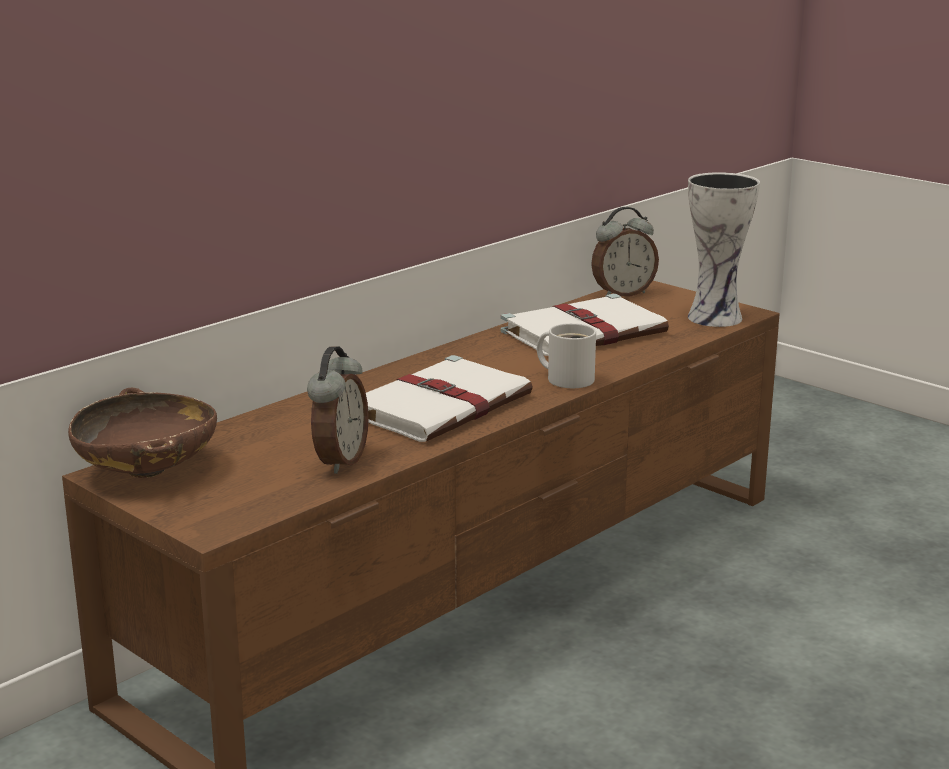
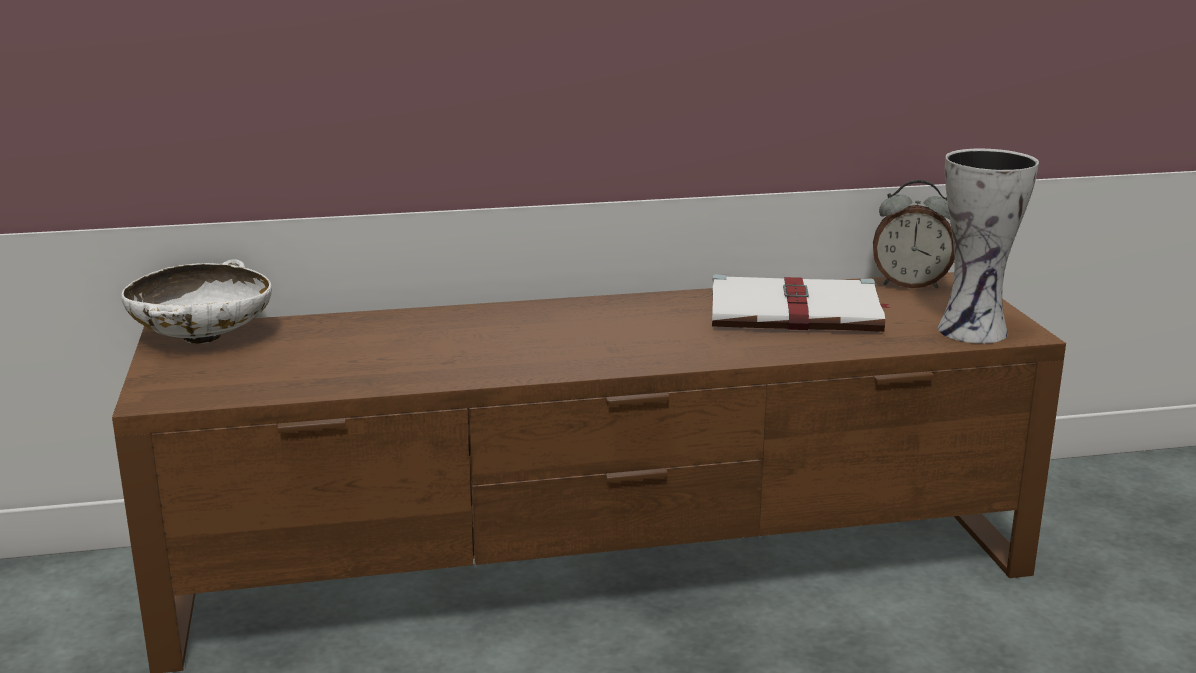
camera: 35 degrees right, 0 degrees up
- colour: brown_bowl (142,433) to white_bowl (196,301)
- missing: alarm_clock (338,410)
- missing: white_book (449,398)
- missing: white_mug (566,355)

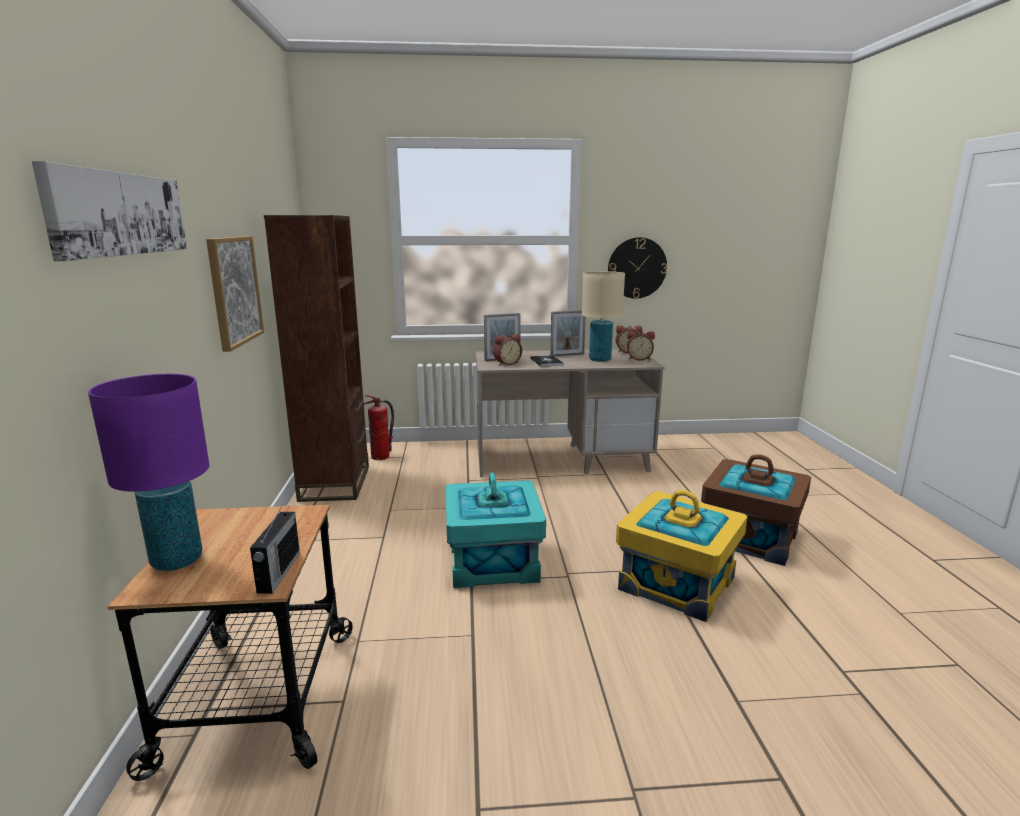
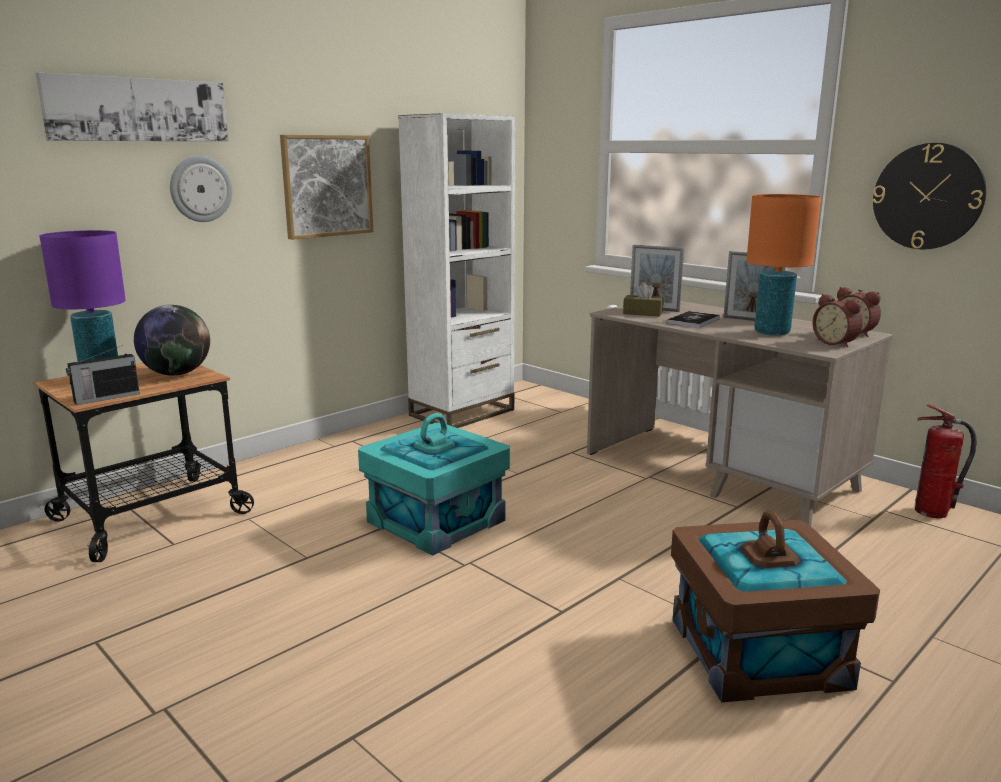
camera: 50 degrees right, 0 degrees up
- appeared: globe (172,340)
- appeared: wall_clock (201,189)
- colour: brown_bookcase (316,358) to white_bookcase (456,270)
- exchanged: alarm_clock (507,350) to brown_tissue_box (643,299)
- colour: beige_table_lamp (603,316) to orange_table_lamp (783,265)
- relocated: fire_extinguisher (379,427) to (946,461)
- missing: yellow_storage_box (682,556)

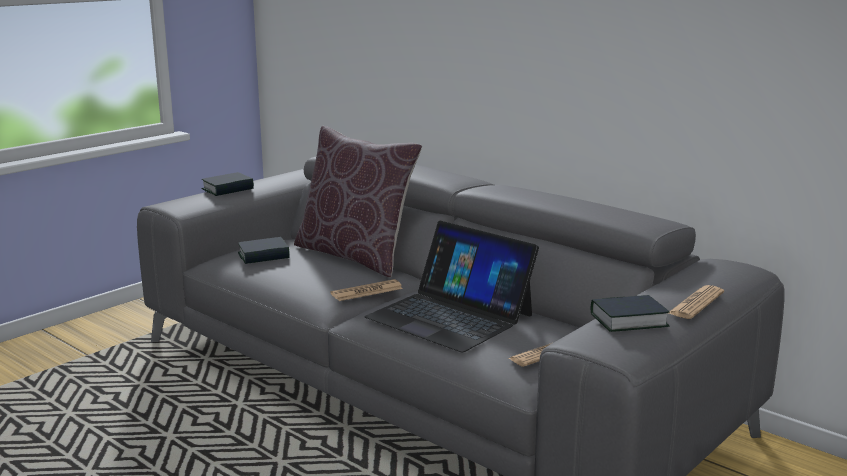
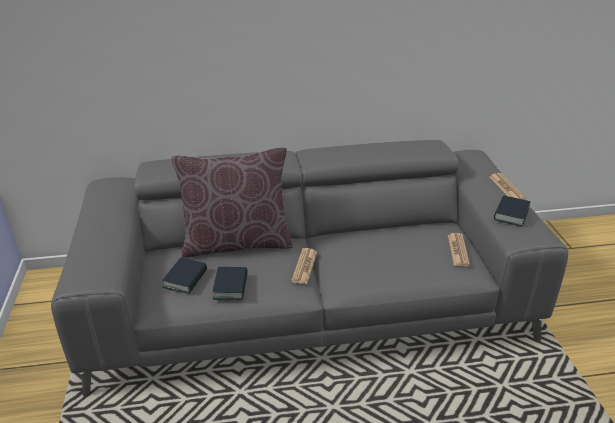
camera: 50 degrees left, 15 degrees up
- relocated: book (227,184) to (230,283)
- missing: laptop (451,286)

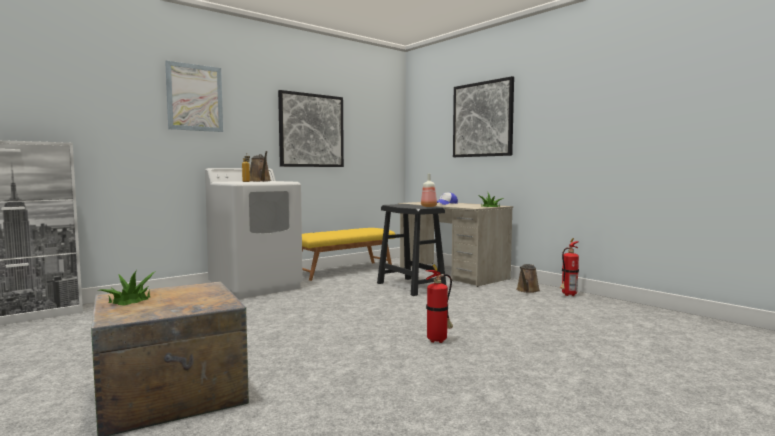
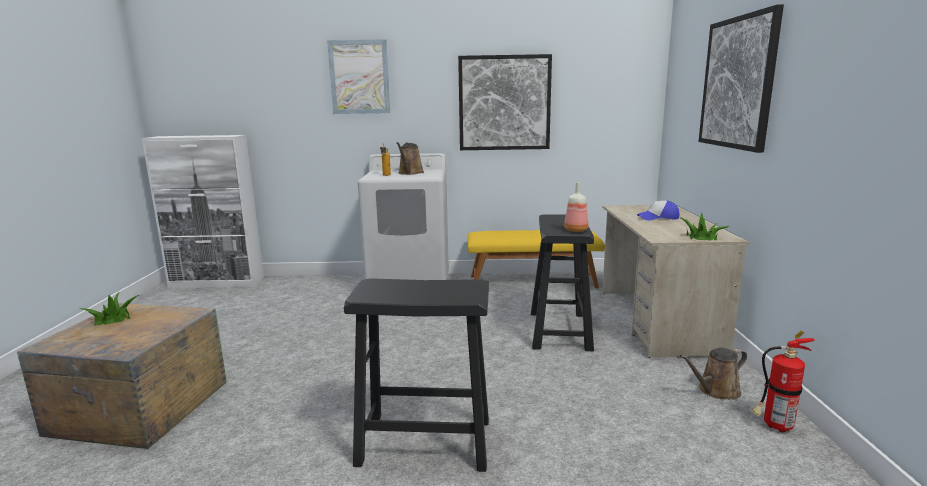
camera: 40 degrees right, 10 degrees up
- exchanged: fire_extinguisher (439,303) to black_stool (416,375)

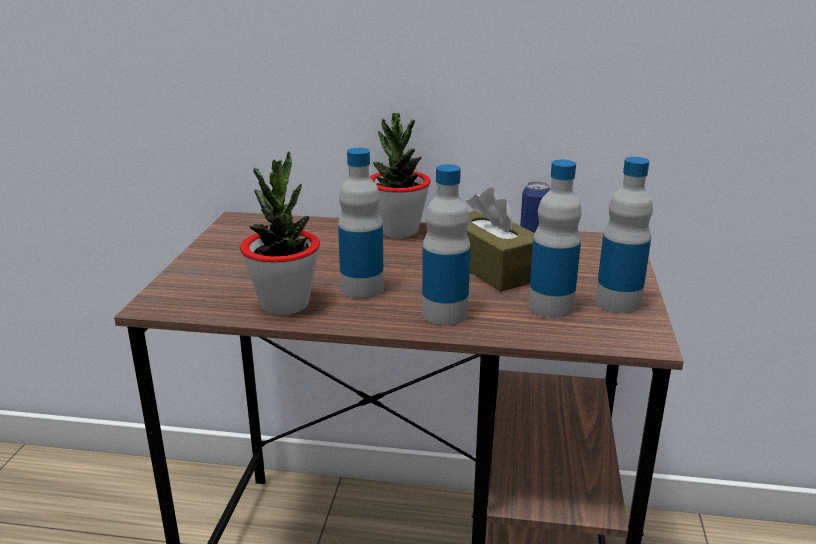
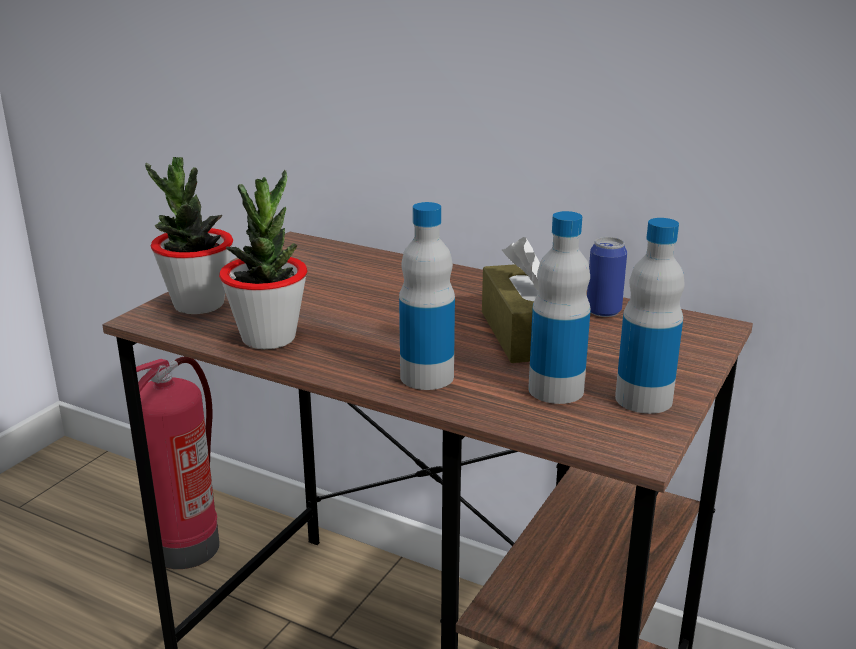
camera: 20 degrees right, 0 degrees up
- appeared: fire_extinguisher (178,462)
- relocated: potted_plant (400,175) to (189,235)
- missing: bottle (361,223)

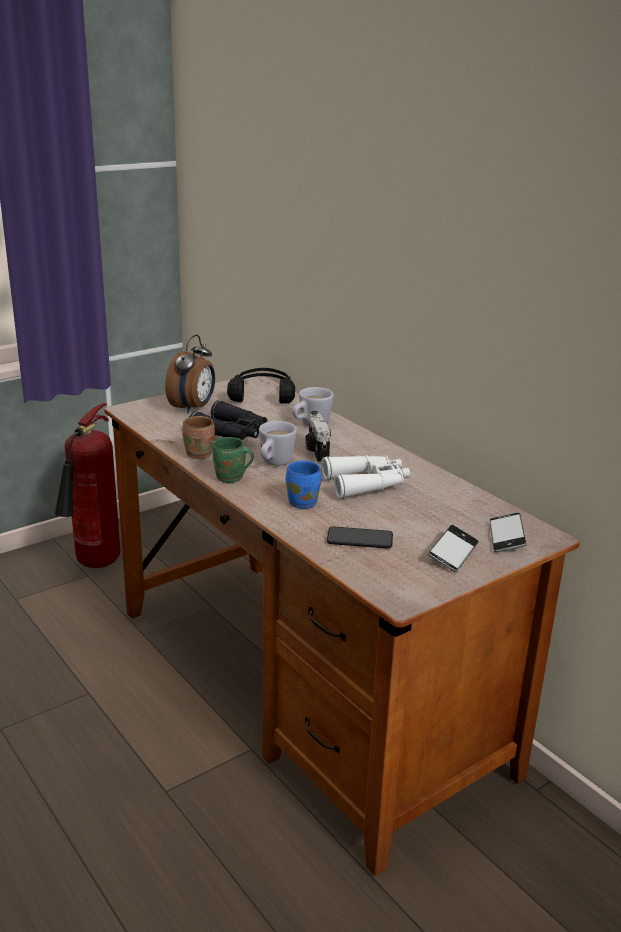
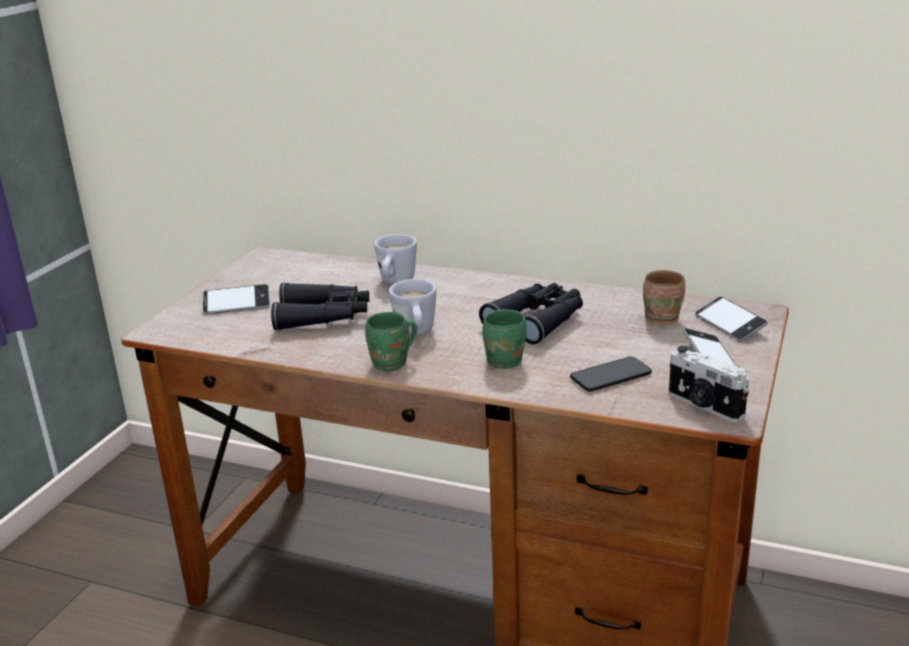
camera: 30 degrees left, 0 degrees up
- exchanged: alarm_clock (190,374) to phone (236,299)
- colour: white_binoculars (365,477) to black_binoculars (531,313)
- colour: blue_mug (304,485) to green_mug (504,339)
- relocated: brown_mug (198,437) to (664,297)
- relocated: photo_camera (318,437) to (709,384)
- missing: fire_extinguisher (87,485)
- missing: black_headphones (261,386)

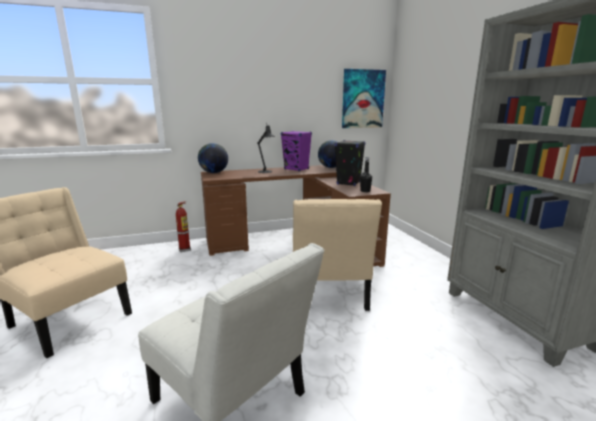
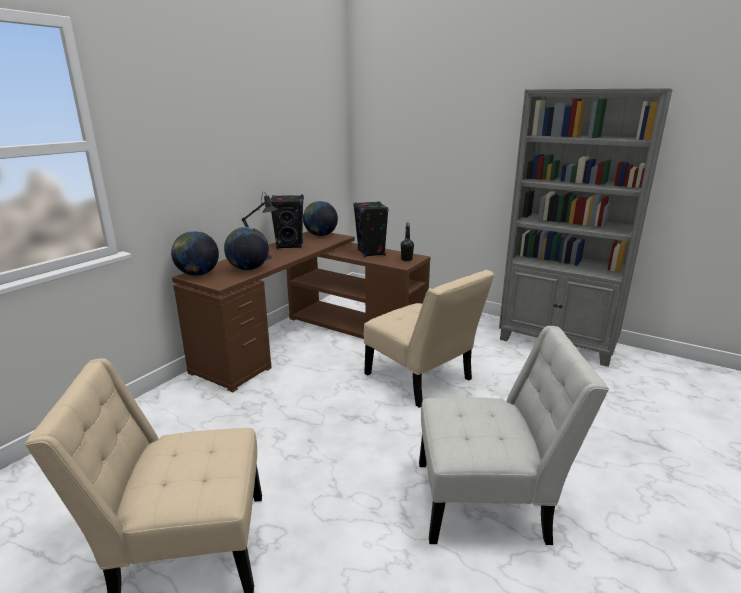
camera: 40 degrees left, 5 degrees up
- appeared: globe (246,248)
- colour: purple_speaker (296,151) to black_speaker (287,222)
- missing: fire_extinguisher (183,226)
- missing: picture (364,98)

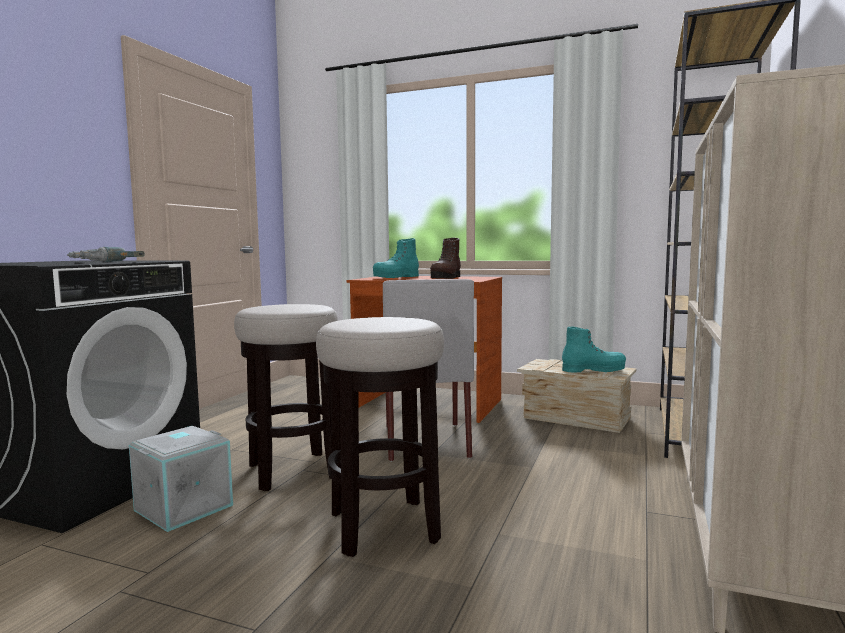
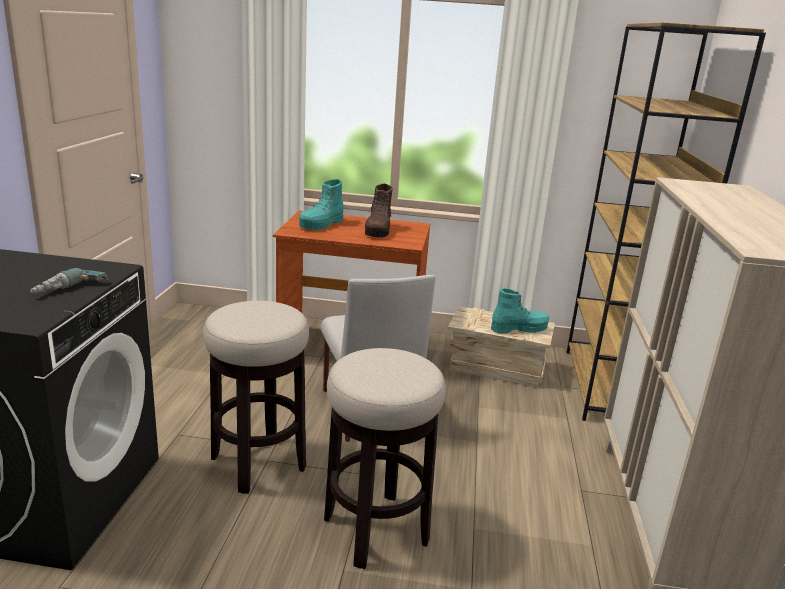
camera: 15 degrees left, 15 degrees up
- missing: grey_storage_box (181,479)

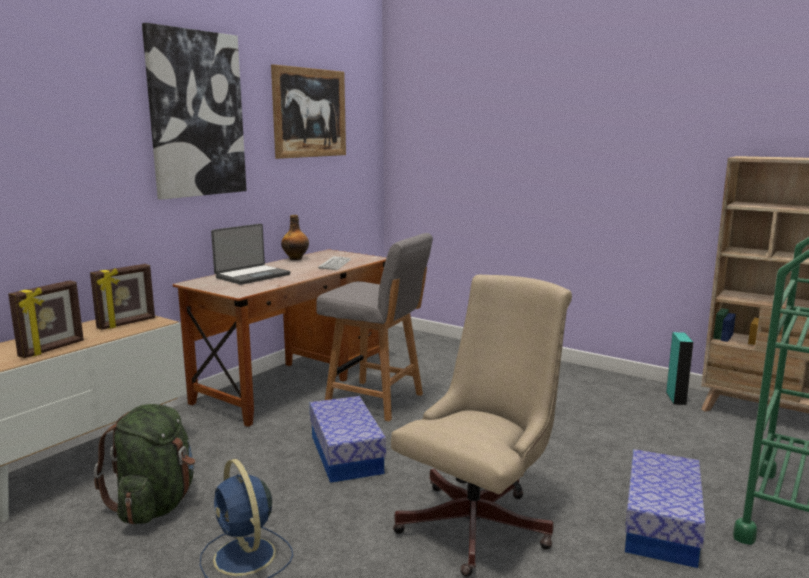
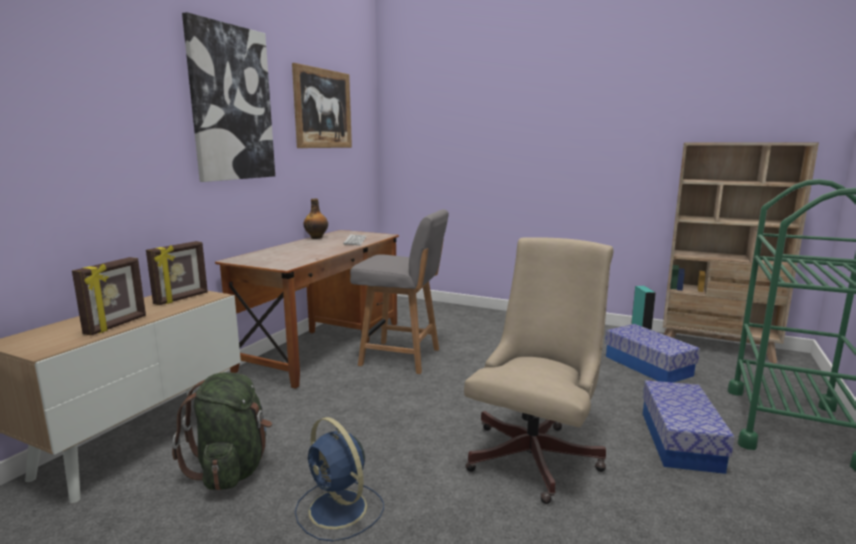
camera: 10 degrees left, 0 degrees up
- relocated: storage_box (347,439) to (652,353)
- missing: laptop (250,254)

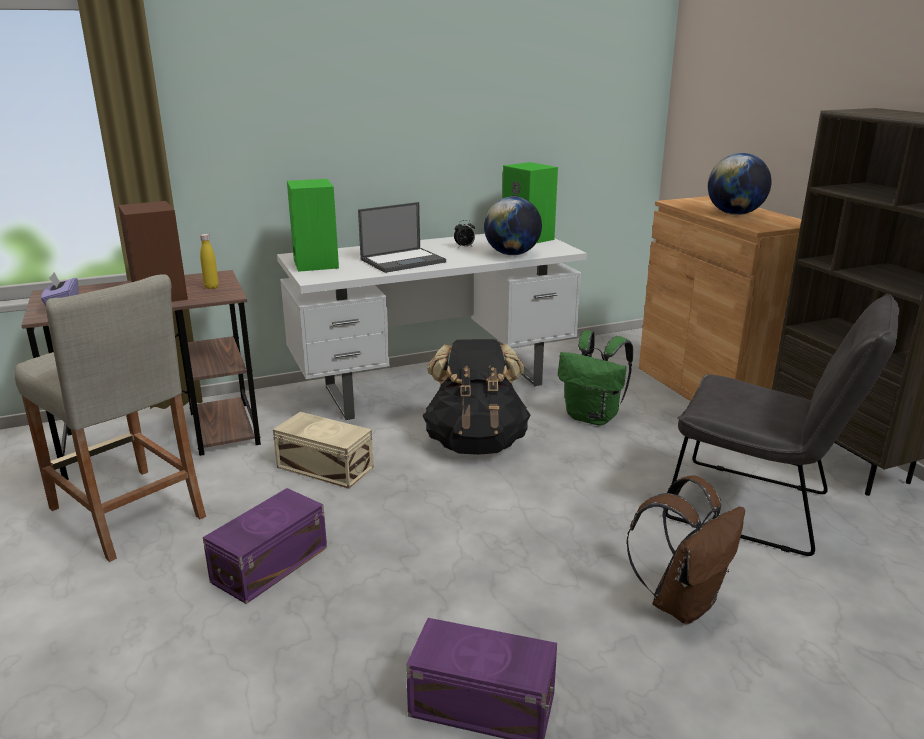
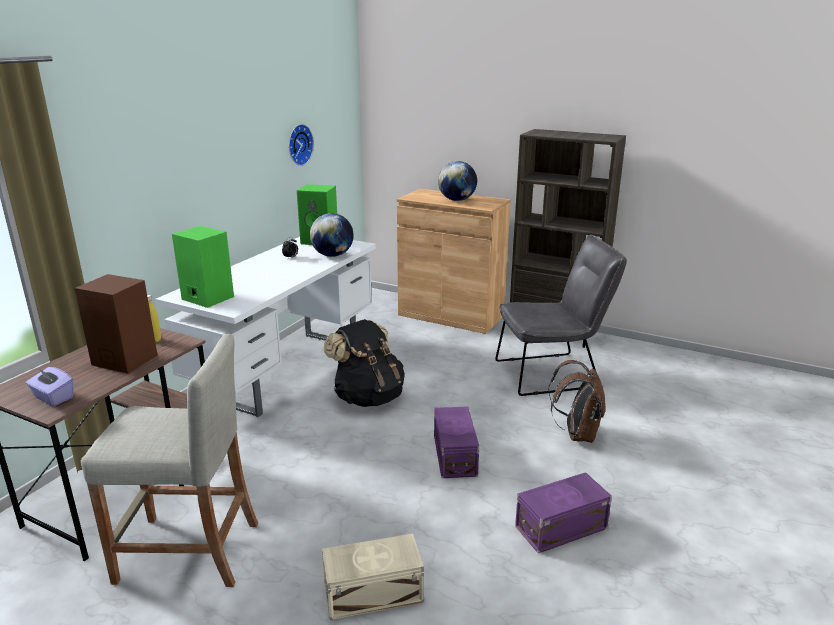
camera: 40 degrees left, 0 degrees up
- appeared: wall_clock (301,145)
- relocated: beige_storage_box (323,450) to (373,577)
- relocated: purple_storage_box (265,546) to (456,442)
- missing: laptop (402,237)
- missing: green_backpack (595,377)

